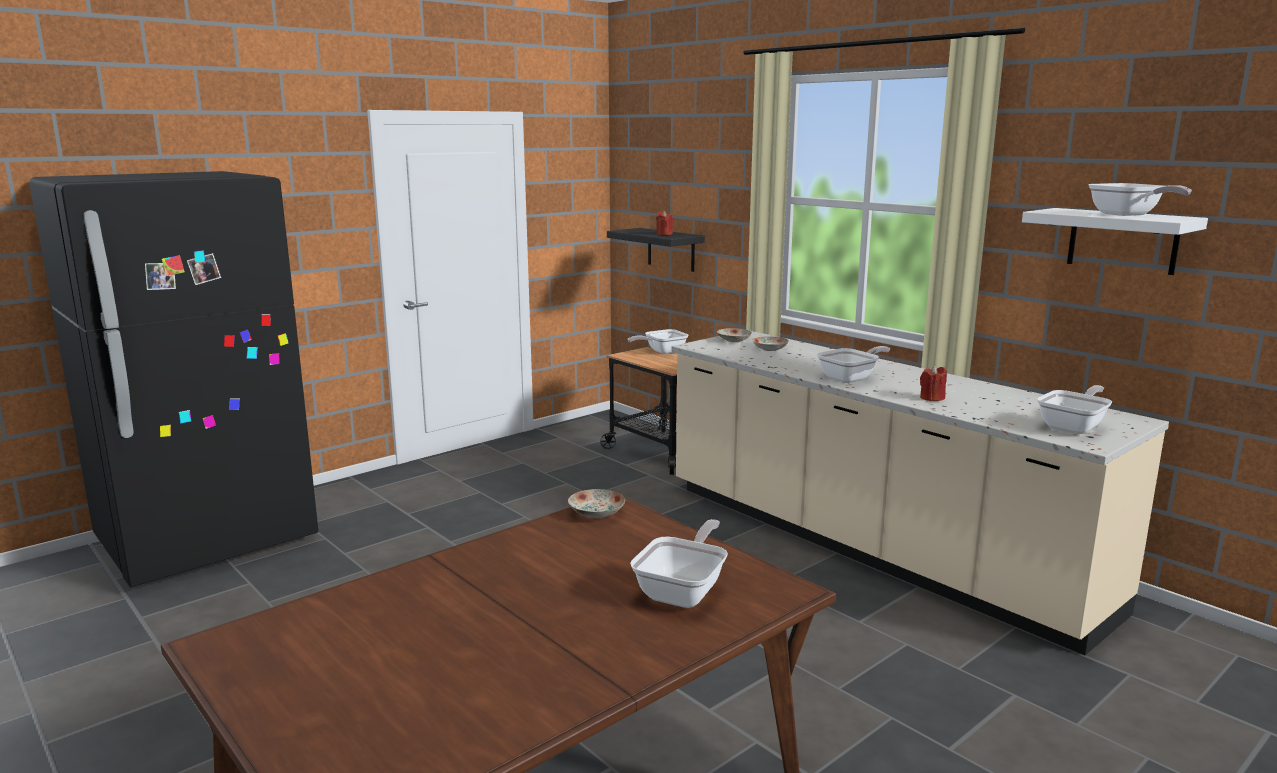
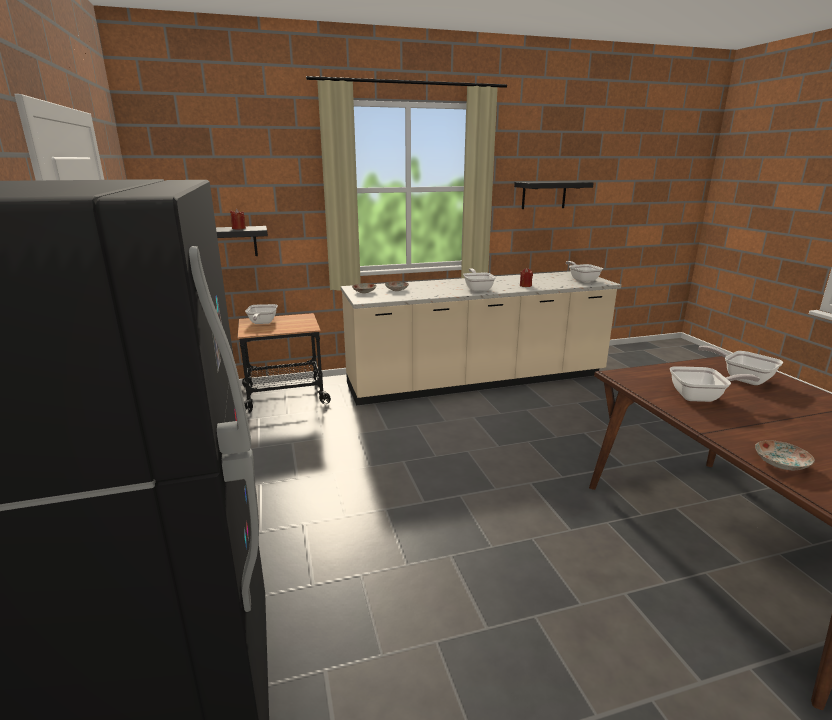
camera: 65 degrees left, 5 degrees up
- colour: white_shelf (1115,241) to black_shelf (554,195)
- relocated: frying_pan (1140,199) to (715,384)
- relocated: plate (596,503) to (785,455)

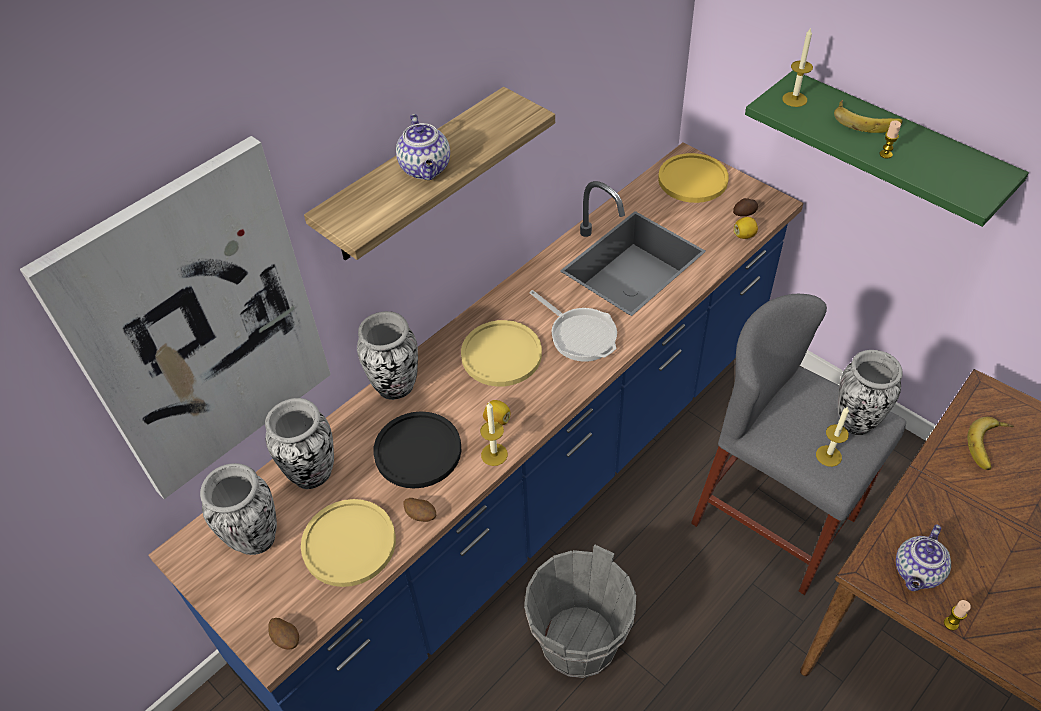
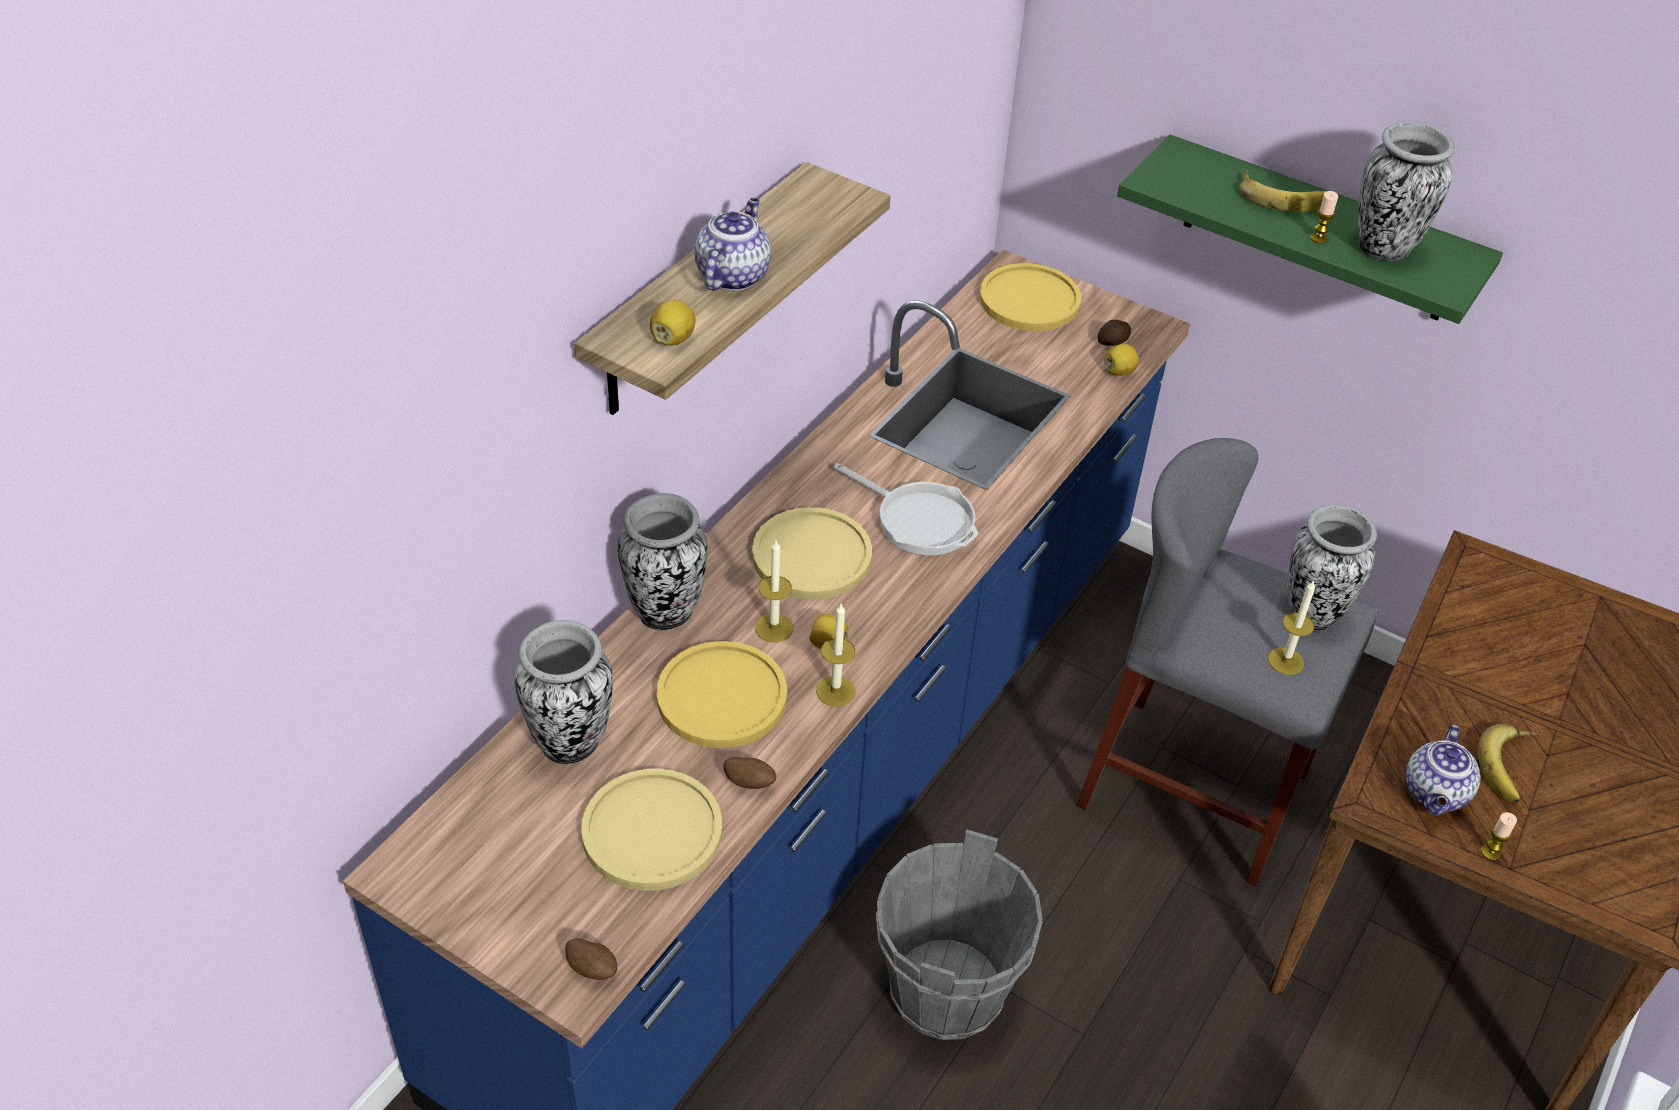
camera: 15 degrees left, 5 degrees down
- appeared: lemon (672,323)
- colour: black_plate (417,450) to yellow_plate (722,694)
- spun: teapot (423,147) = (733,244) 135 degrees counterclockwise
- relocated: candle (797,67) to (774,591)
- relocated: vase (238,509) to (1405,191)
- relocated: banana (990,443) to (1508,763)
- missing: picture (175,317)

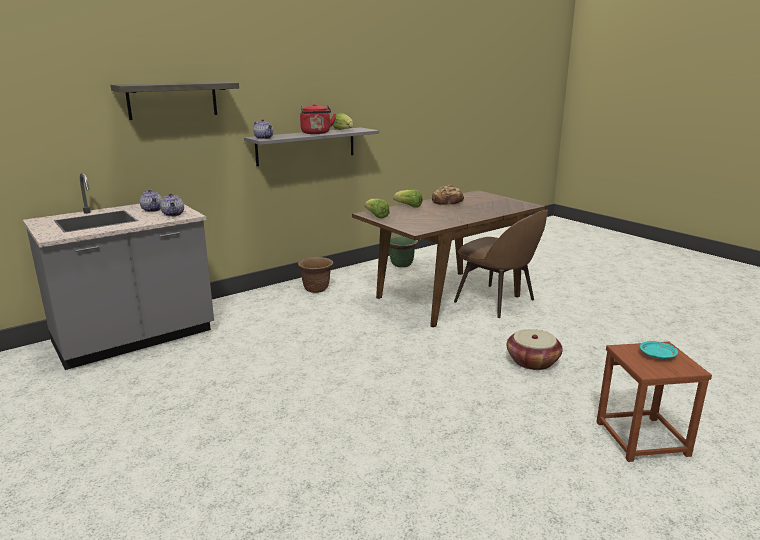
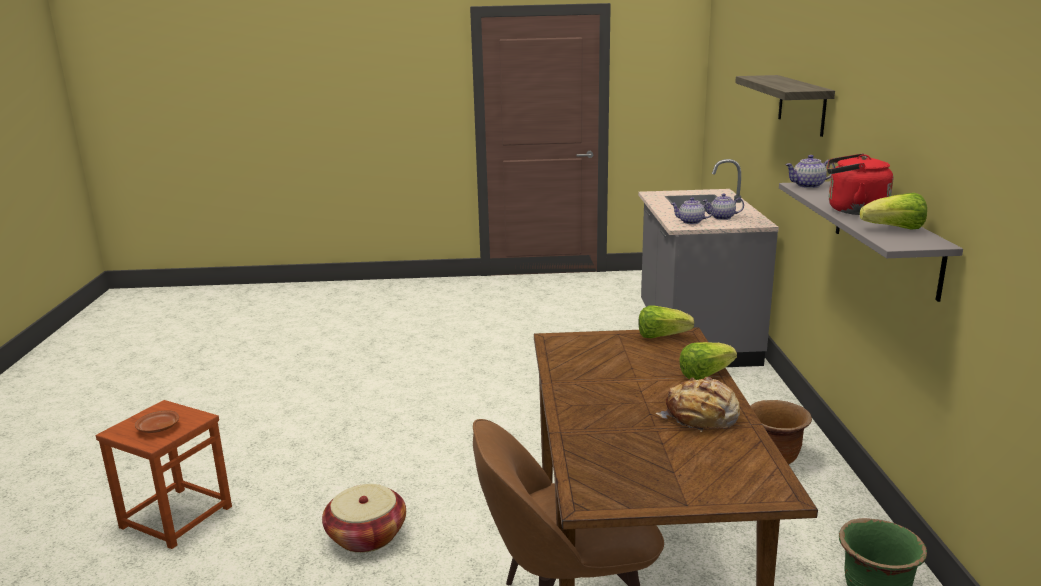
camera: 125 degrees right, 0 degrees up
- colour: turquoise_plate (659,350) to brown_plate (157,421)

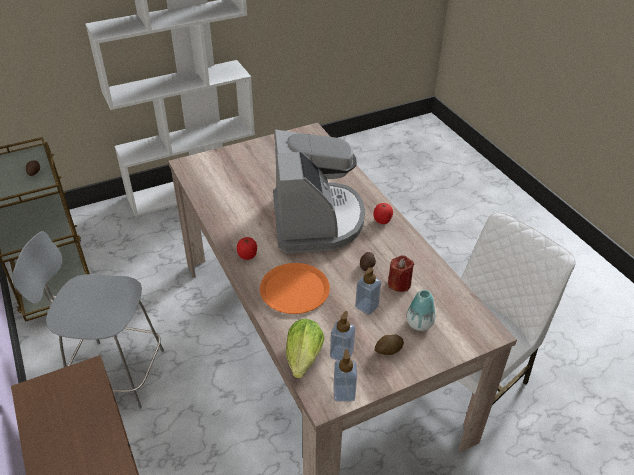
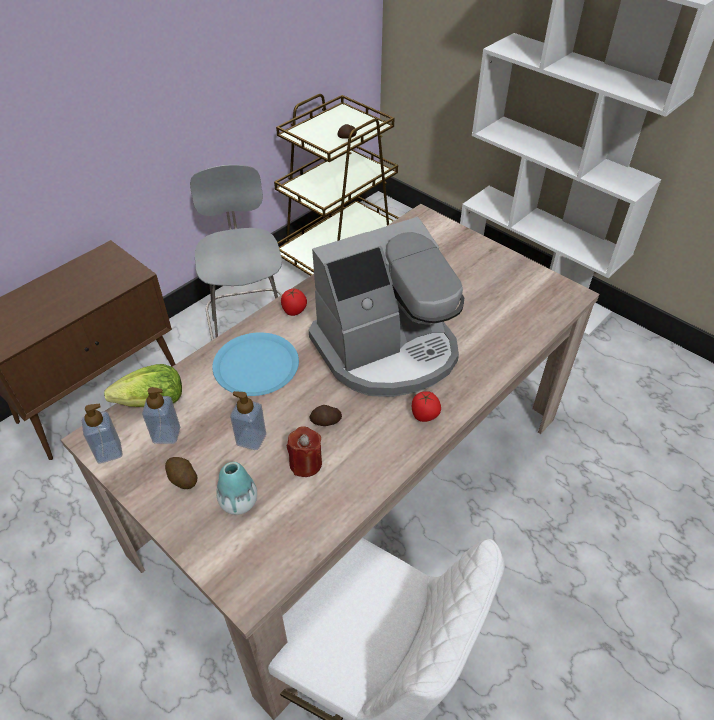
camera: 70 degrees right, 5 degrees up
- colour: orange_plate (295,288) to blue_plate (255,364)

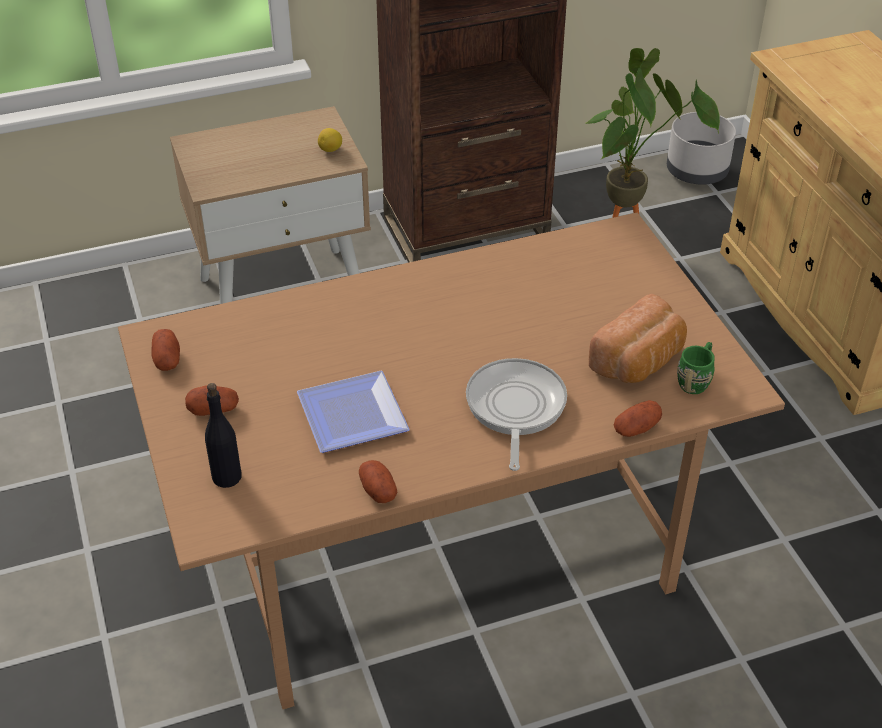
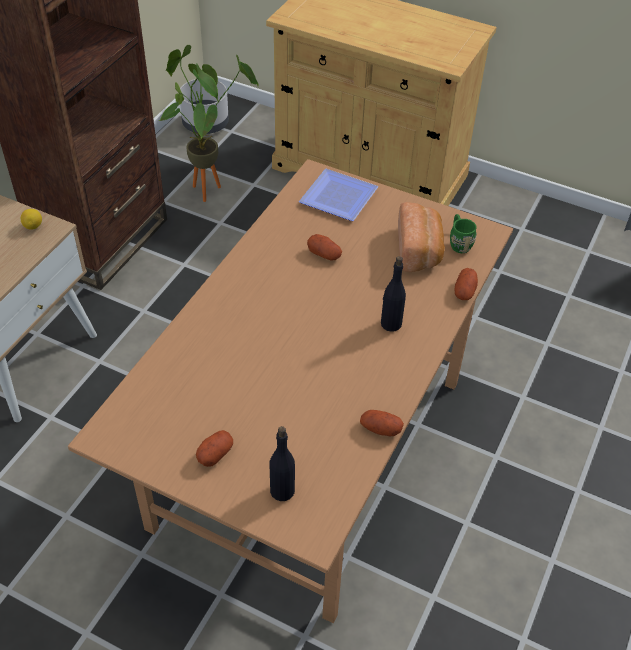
camera: 45 degrees left, 5 degrees up
- relocated: plate (353,412) to (338,195)
- relocated: potato (166,350) to (324,247)
- exchanged: frying_pan (516,414) to black_bottle (393,294)

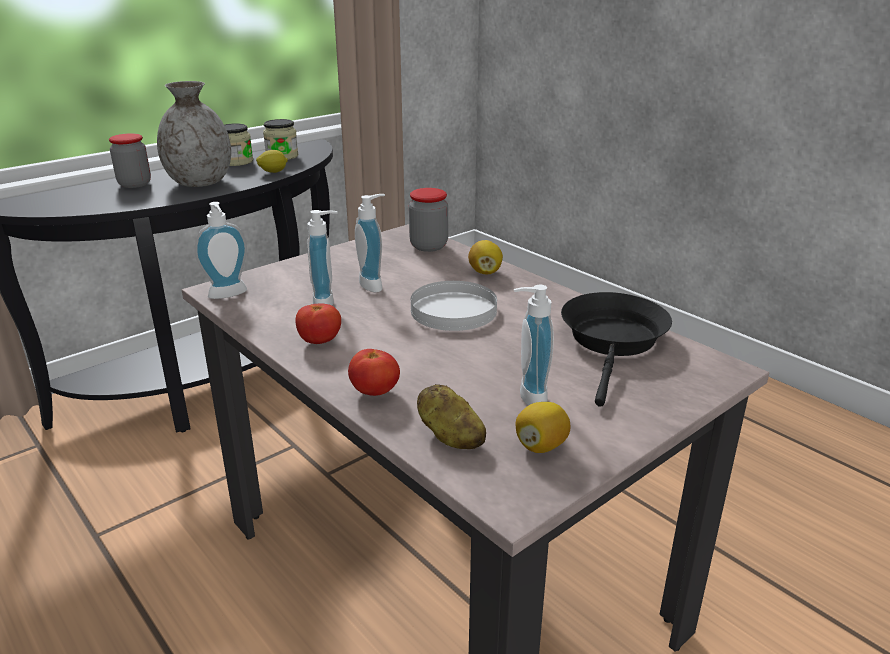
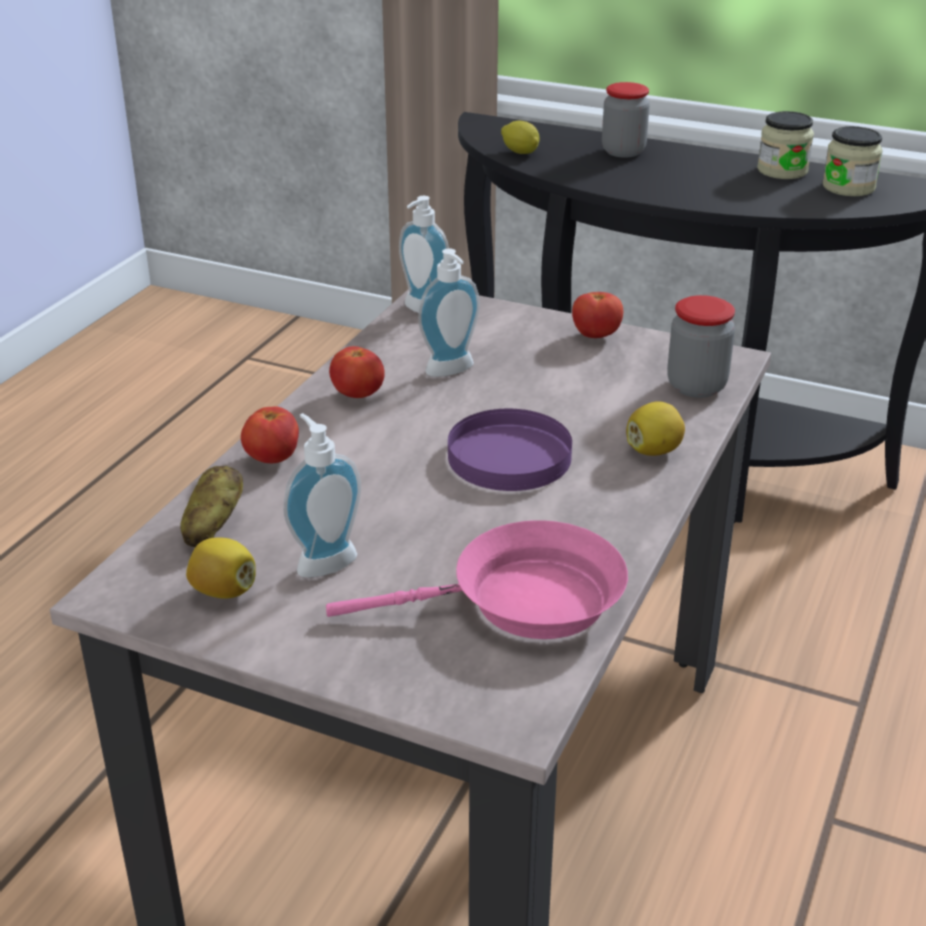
camera: 65 degrees right, 5 degrees up
- colour: black_frying_pan (616,349) to pink_frying_pan (477,579)
- colour: white_plate (454,306) to purple_plate (510,450)
- relocated: lemon (272,161) to (520,137)
- appeared: tomato (597,315)
- missing: grey_vase (194,134)
- missing: soap_dispenser (370,243)

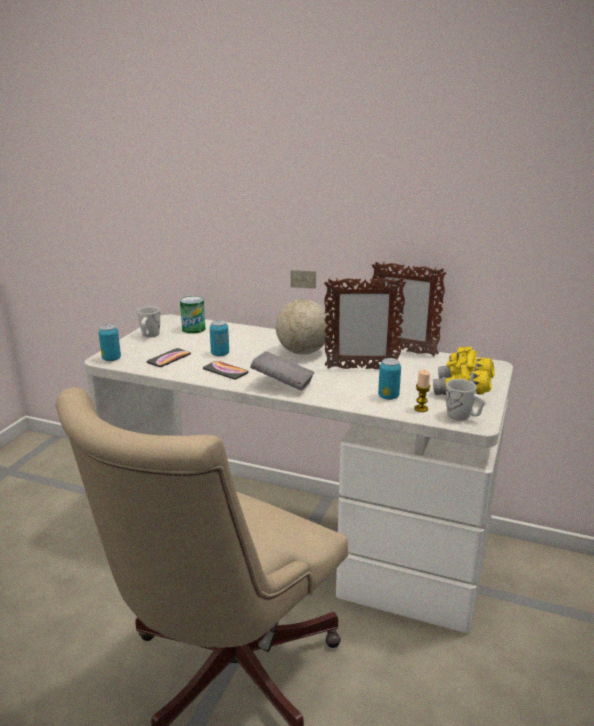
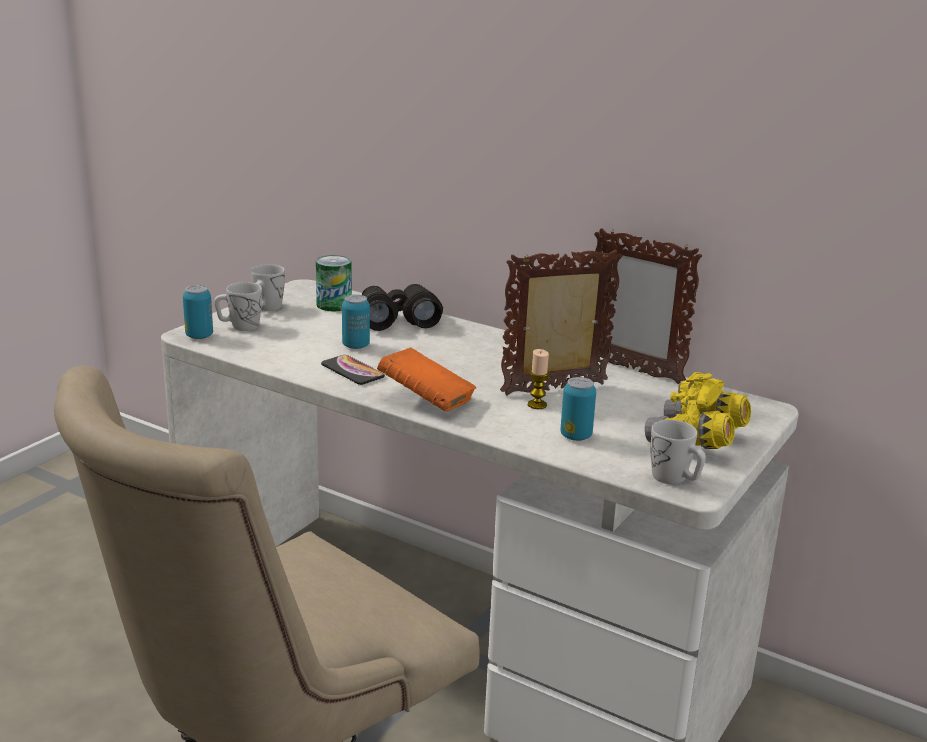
camera: 10 degrees right, 0 degrees up
- appeared: white_mug (238,306)
- appeared: black_binoculars (402,307)
- colour: grey_book (282,371) to orange_book (426,379)
- spun: picture_frame (365,323) = (561,322) 150 degrees clockwise
- relocated: candle (422,390) to (539,379)
- missing: phone (169,357)
- missing: globe (303,312)

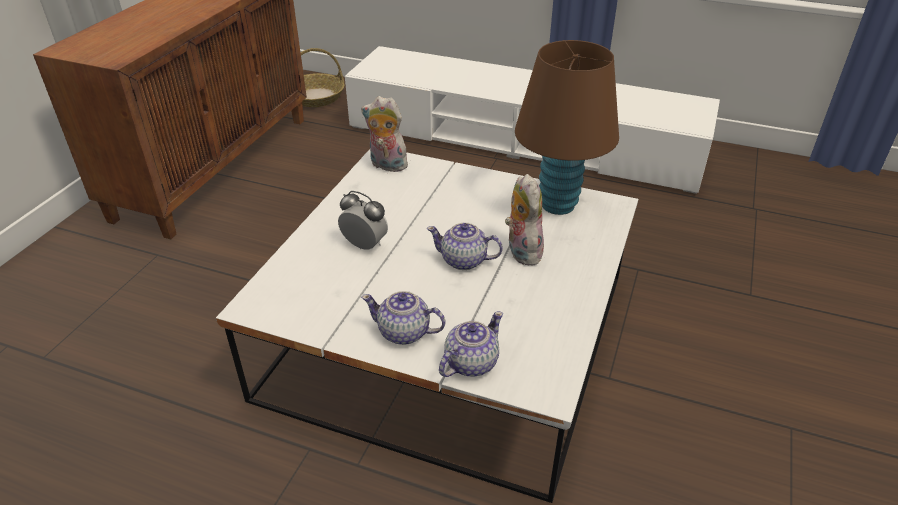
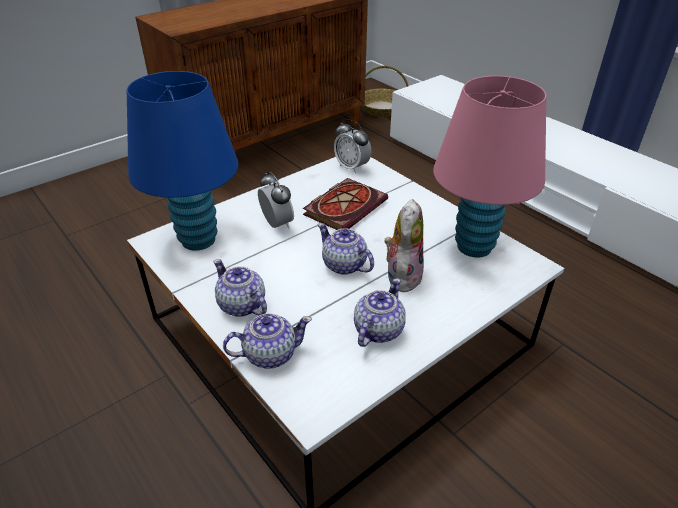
camera: 30 degrees right, 0 degrees up
- appeared: blue_table_lamp (182,161)
- appeared: book (345,204)
- exchanged: plush_toy (384,134) to alarm_clock (352,146)
- appeared: teapot (380,312)
- colour: brown_table_lamp (567,127) to pink_table_lamp (489,166)

